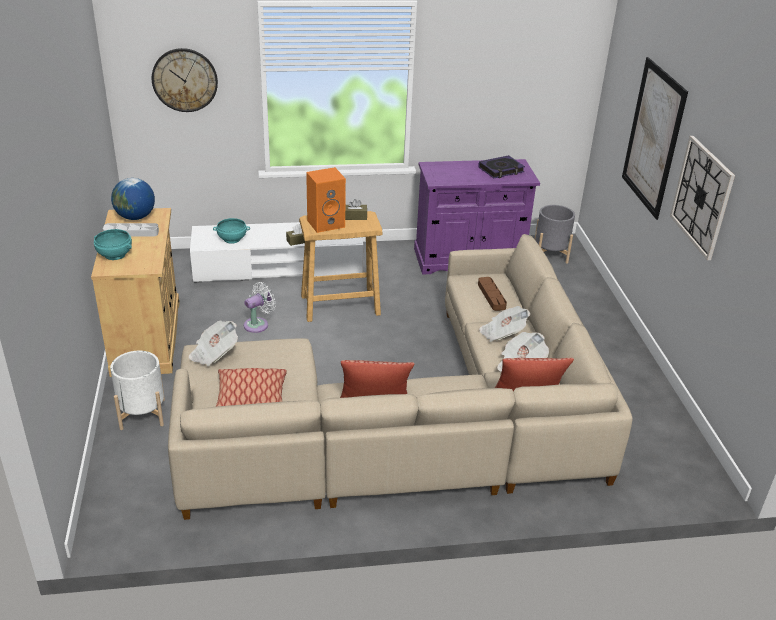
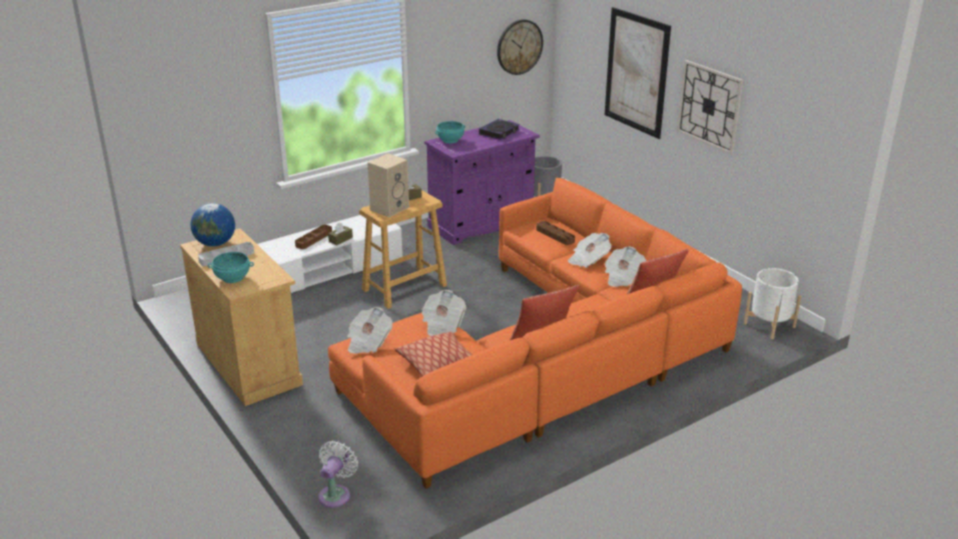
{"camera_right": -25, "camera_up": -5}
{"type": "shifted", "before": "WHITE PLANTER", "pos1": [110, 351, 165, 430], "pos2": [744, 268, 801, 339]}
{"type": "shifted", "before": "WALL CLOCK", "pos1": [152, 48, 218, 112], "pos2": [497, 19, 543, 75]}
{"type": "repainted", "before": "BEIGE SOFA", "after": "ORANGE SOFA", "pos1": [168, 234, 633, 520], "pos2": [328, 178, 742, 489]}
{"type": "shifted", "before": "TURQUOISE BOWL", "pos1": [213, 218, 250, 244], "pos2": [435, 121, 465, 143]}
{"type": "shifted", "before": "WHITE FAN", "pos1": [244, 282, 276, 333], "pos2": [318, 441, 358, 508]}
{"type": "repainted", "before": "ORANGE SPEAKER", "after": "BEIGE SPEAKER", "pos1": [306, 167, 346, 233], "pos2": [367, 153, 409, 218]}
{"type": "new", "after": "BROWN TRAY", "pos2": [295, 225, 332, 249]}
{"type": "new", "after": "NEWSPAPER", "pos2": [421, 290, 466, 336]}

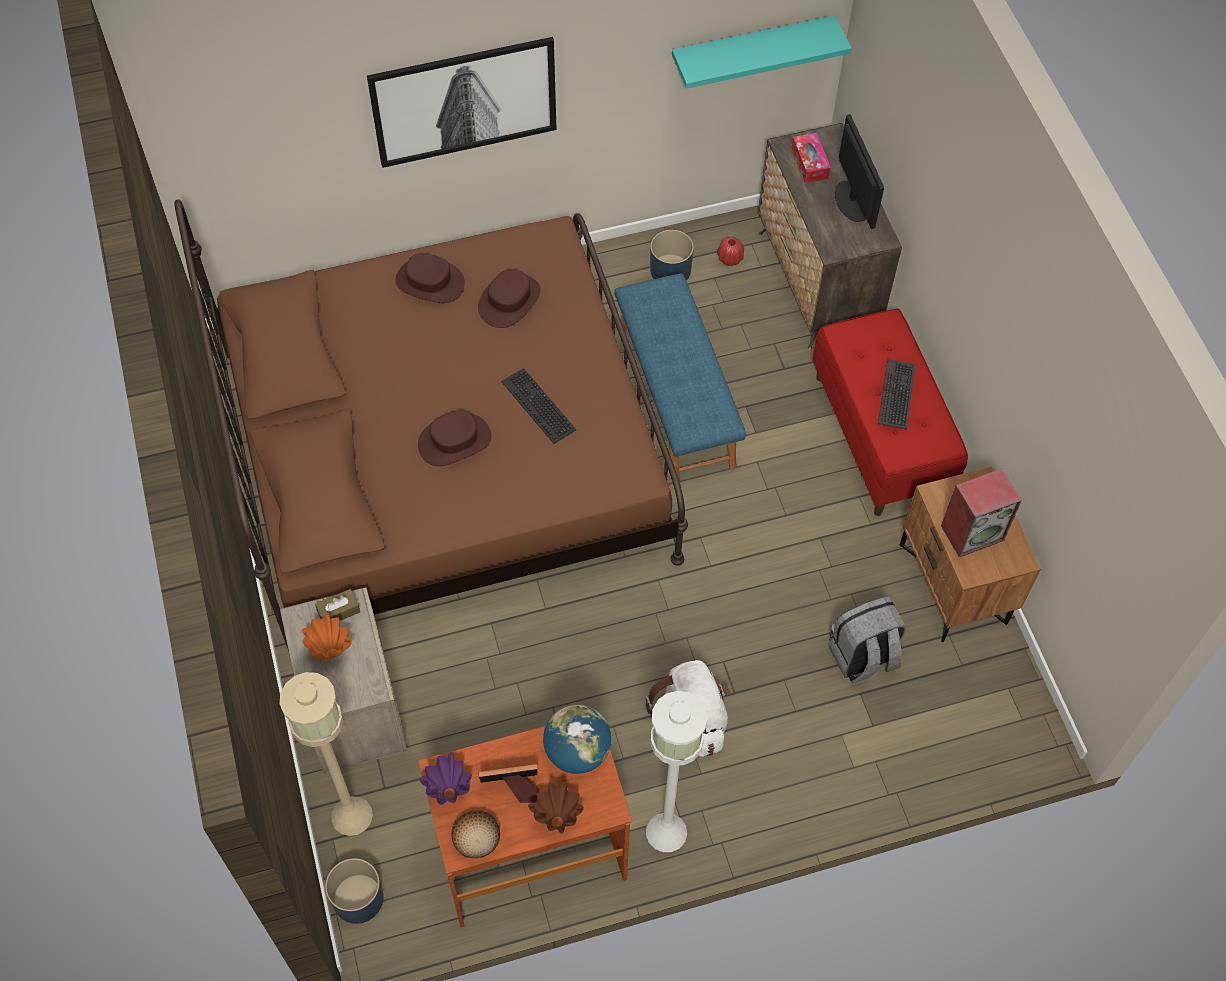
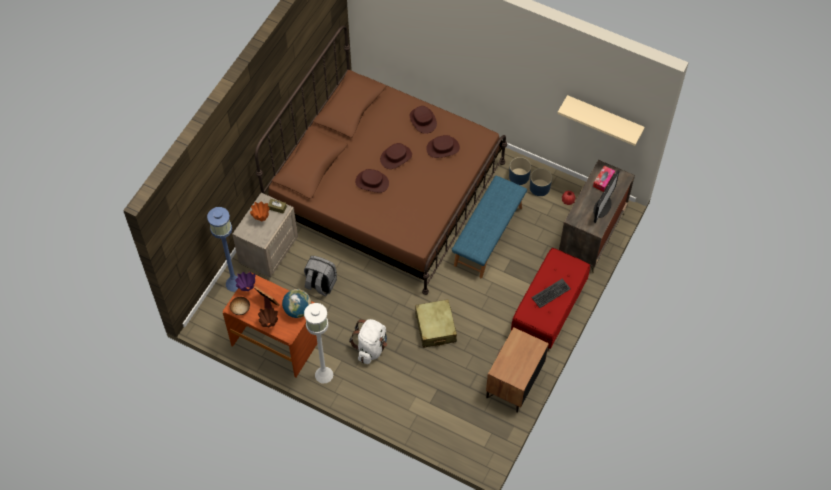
{"camera_right": 45, "camera_up": 0}
{"type": "repainted", "before": "BEIGE FLOOR LAMP", "after": "BLUE FLOOR LAMP", "pos1": [280, 672, 373, 836], "pos2": [207, 207, 238, 292]}
{"type": "shifted", "before": "BLUE PLANTER", "pos1": [325, 858, 384, 924], "pos2": [509, 157, 531, 185]}
{"type": "gone", "before": "PICTURE", "pos1": [367, 37, 557, 168]}
{"type": "gone", "before": "KEYBOARD", "pos1": [501, 368, 576, 444]}
{"type": "repainted", "before": "TURQUOISE SHELF", "after": "BEIGE SHELF", "pos1": [672, 15, 852, 89], "pos2": [557, 95, 645, 146]}
{"type": "shifted", "before": "GREY BACKPACK", "pos1": [828, 597, 907, 683], "pos2": [304, 256, 337, 296]}
{"type": "gone", "before": "SPEAKER", "pos1": [941, 468, 1022, 558]}
{"type": "new", "after": "BROWN HAT", "pos2": [380, 143, 412, 169]}
{"type": "new", "after": "BEIGE SUITCASE", "pos2": [415, 299, 457, 348]}

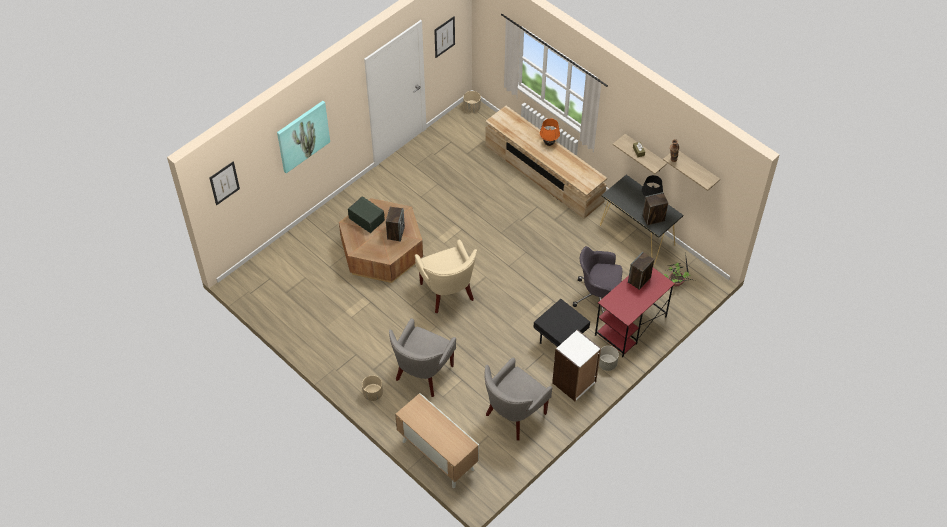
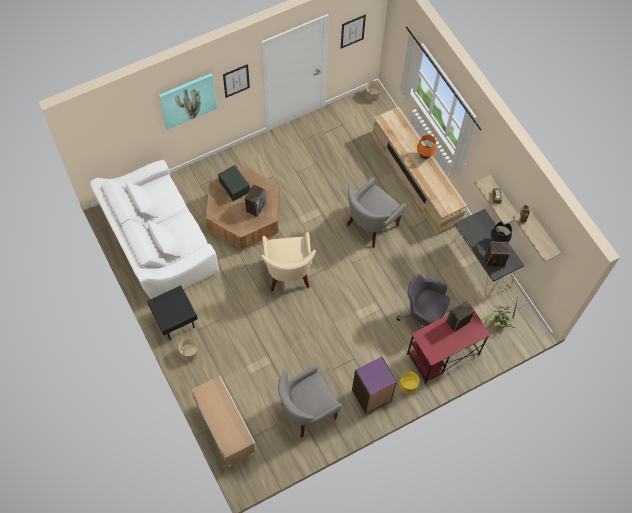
{"camera_right": 15, "camera_up": 10}
{"type": "shifted", "before": "PICTURE", "pos1": [209, 161, 240, 205], "pos2": [223, 64, 250, 98]}
{"type": "shifted", "before": "GREY ARMCHAIR", "pos1": [389, 318, 456, 397], "pos2": [347, 177, 406, 248]}
{"type": "shifted", "before": "BLACK SIDE TABLE", "pos1": [534, 299, 590, 347], "pos2": [147, 285, 198, 340]}
{"type": "repainted", "before": "WHITE BOOKCASE", "after": "PURPLE BOOKCASE", "pos1": [552, 329, 601, 401], "pos2": [352, 357, 397, 415]}
{"type": "repainted", "before": "GREY PLANTER", "after": "YELLOW PLANTER", "pos1": [599, 346, 619, 371], "pos2": [399, 371, 420, 394]}
{"type": "new", "after": "WHITE SOFA", "pos2": [90, 160, 219, 299]}

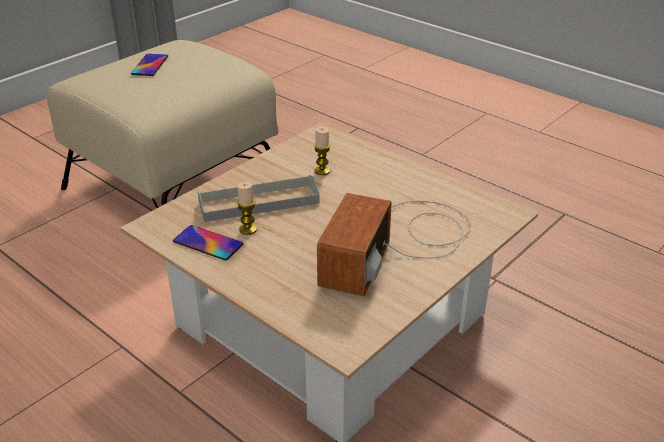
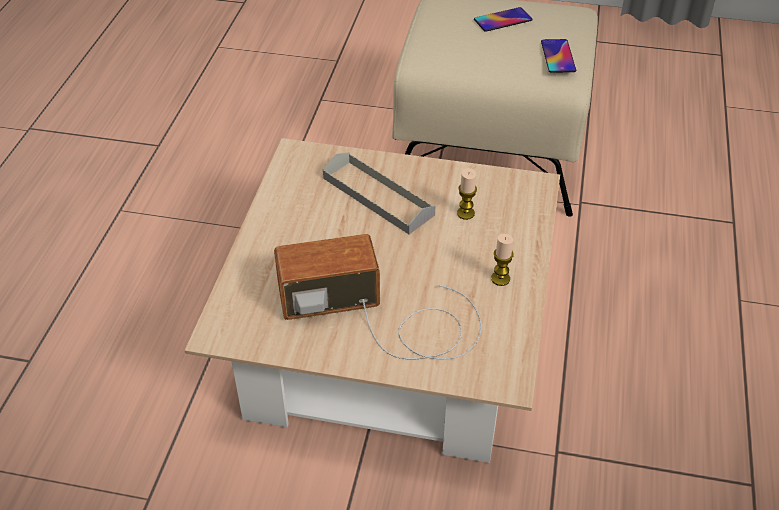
{"camera_right": 60, "camera_up": 10}
{"type": "shifted", "before": "PHONE", "pos1": [173, 225, 243, 260], "pos2": [541, 39, 576, 73]}
{"type": "shifted", "before": "CANDLE", "pos1": [237, 182, 257, 235], "pos2": [491, 234, 514, 286]}

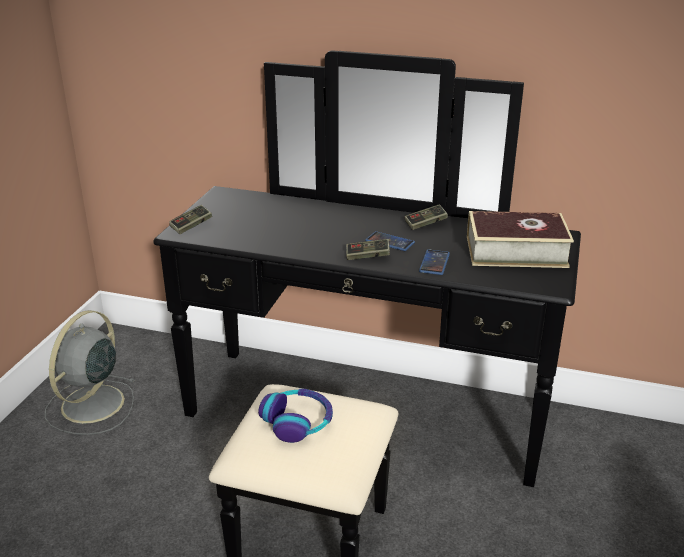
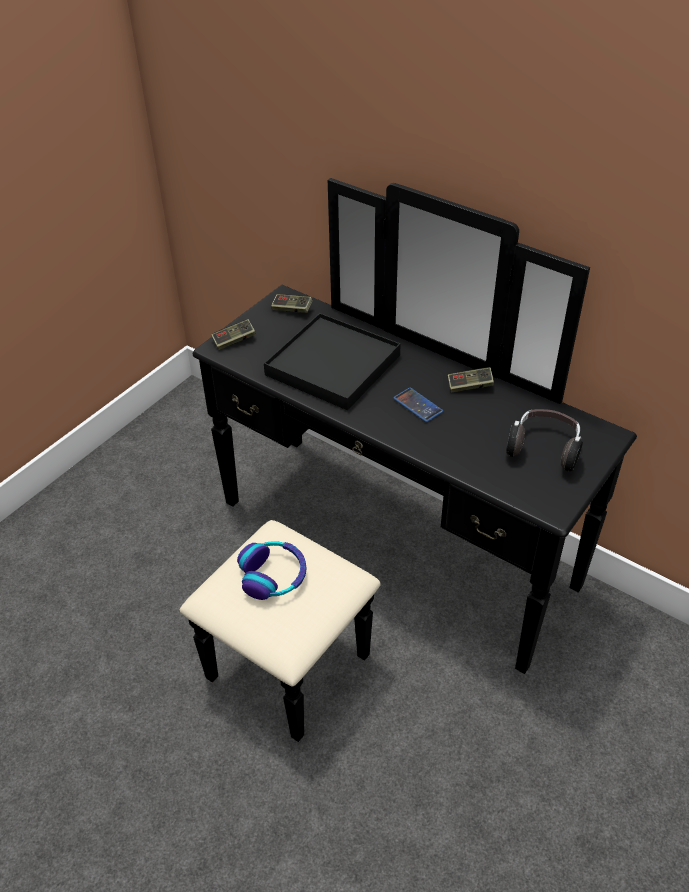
{"camera_right": 20, "camera_up": 15}
{"type": "gone", "before": "GREY FAN", "pos1": [45, 310, 135, 435]}
{"type": "shifted", "before": "GAME CONTROLLER", "pos1": [346, 239, 390, 260], "pos2": [271, 294, 313, 313]}
{"type": "gone", "before": "PHONE", "pos1": [419, 249, 450, 275]}
{"type": "swapped", "before": "BOOK", "after": "HEADPHONES", "pos1": [467, 211, 574, 268], "pos2": [506, 409, 583, 471]}
{"type": "new", "after": "BLACK TRAY", "pos2": [264, 313, 401, 410]}

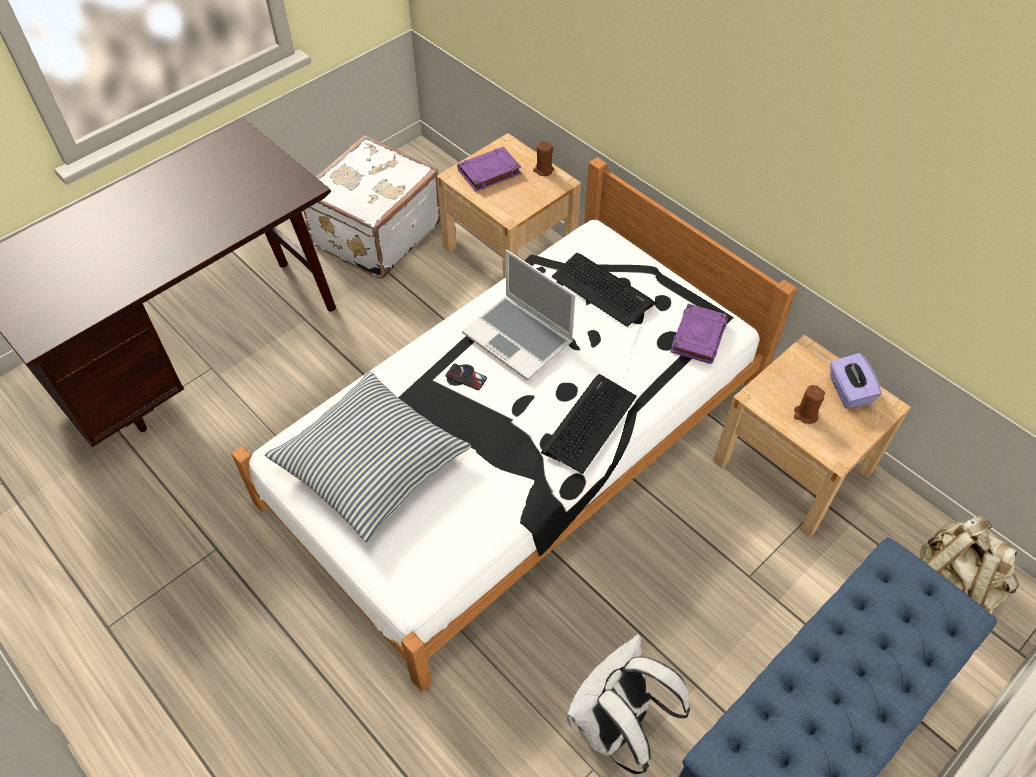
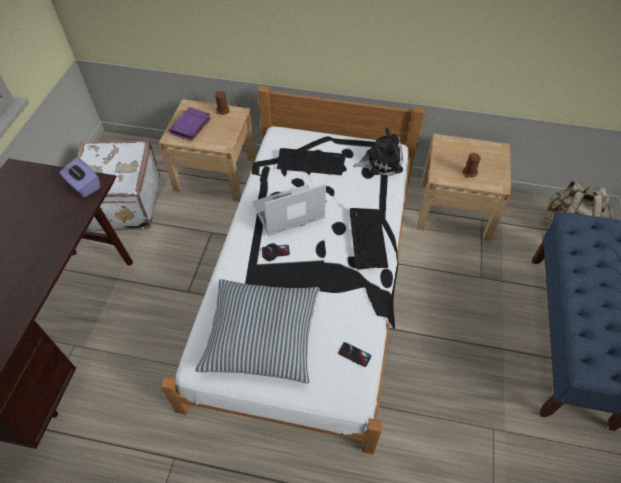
{"camera_right": -35, "camera_up": 0}
{"type": "rotated", "before": "LAPTOP", "pos1": [462, 250, 576, 381], "pos2": [252, 184, 326, 236], "turn": 150}
{"type": "gone", "before": "WHITE BACKPACK", "pos1": [567, 634, 690, 774]}
{"type": "swapped", "before": "PURPLE BOOK", "after": "PLUSH TOY", "pos1": [670, 304, 728, 364], "pos2": [353, 128, 403, 176]}
{"type": "shifted", "before": "PURPLE TISSUE BOX", "pos1": [830, 353, 881, 408], "pos2": [59, 157, 100, 198]}
{"type": "new", "after": "PHONE", "pos2": [338, 342, 371, 367]}

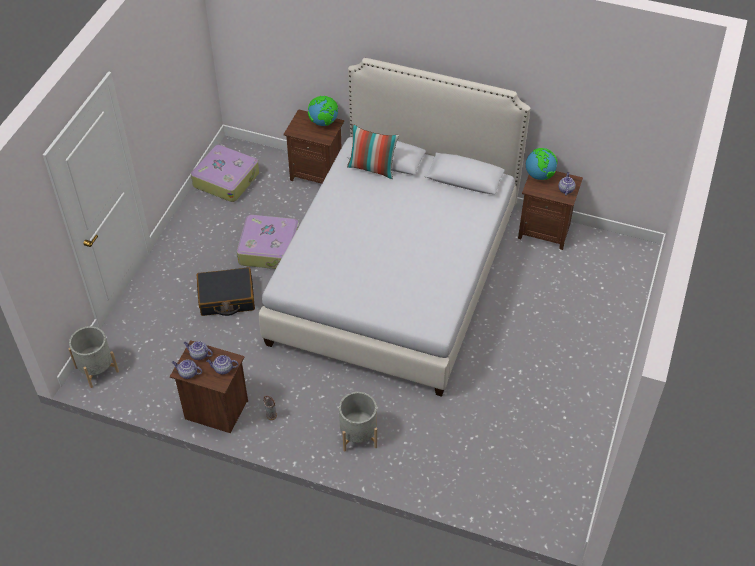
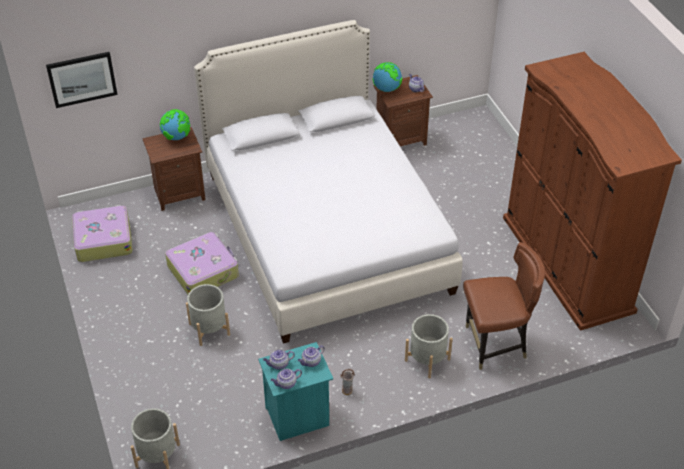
{"camera_right": -40, "camera_up": -5}
{"type": "repainted", "before": "BROWN NIGHTSTAND", "after": "TURQUOISE NIGHTSTAND", "pos1": [170, 340, 248, 433], "pos2": [258, 342, 333, 441]}
{"type": "swapped", "before": "BLACK SUITCASE", "after": "GREY PLANTER", "pos1": [197, 267, 255, 316], "pos2": [186, 284, 230, 346]}
{"type": "gone", "before": "PILLOW", "pos1": [347, 124, 399, 179]}
{"type": "new", "after": "PICTURE", "pos2": [46, 52, 118, 108]}
{"type": "new", "after": "BROWN CHAIR", "pos2": [463, 242, 545, 370]}
{"type": "new", "after": "BROWN WARDROBE", "pos2": [503, 52, 682, 331]}

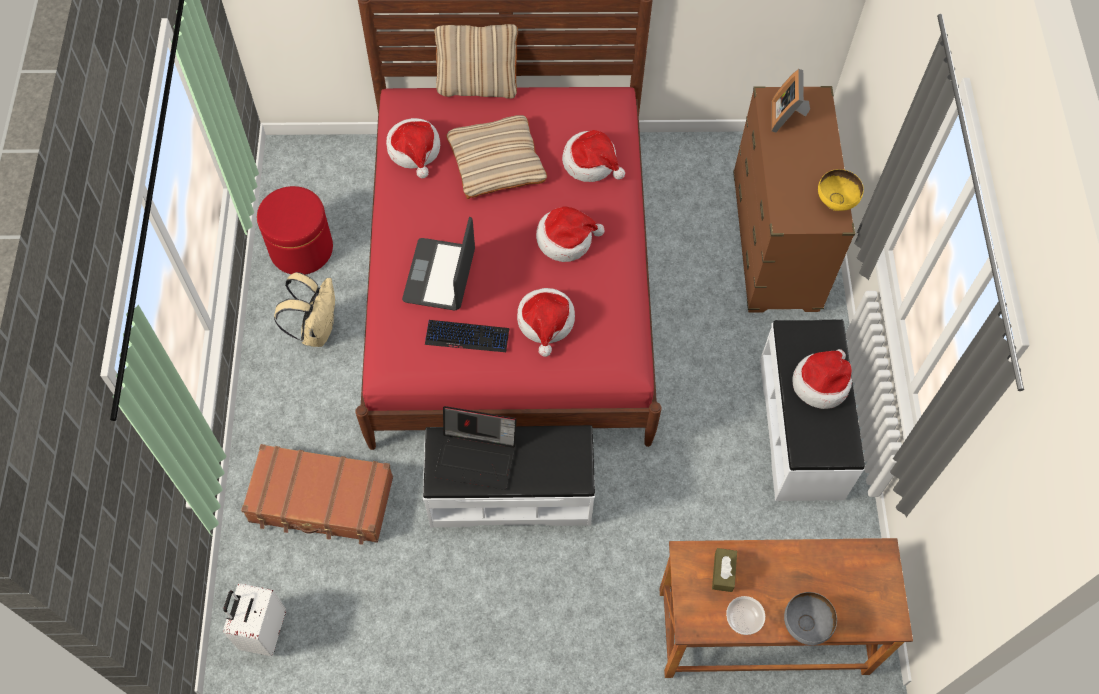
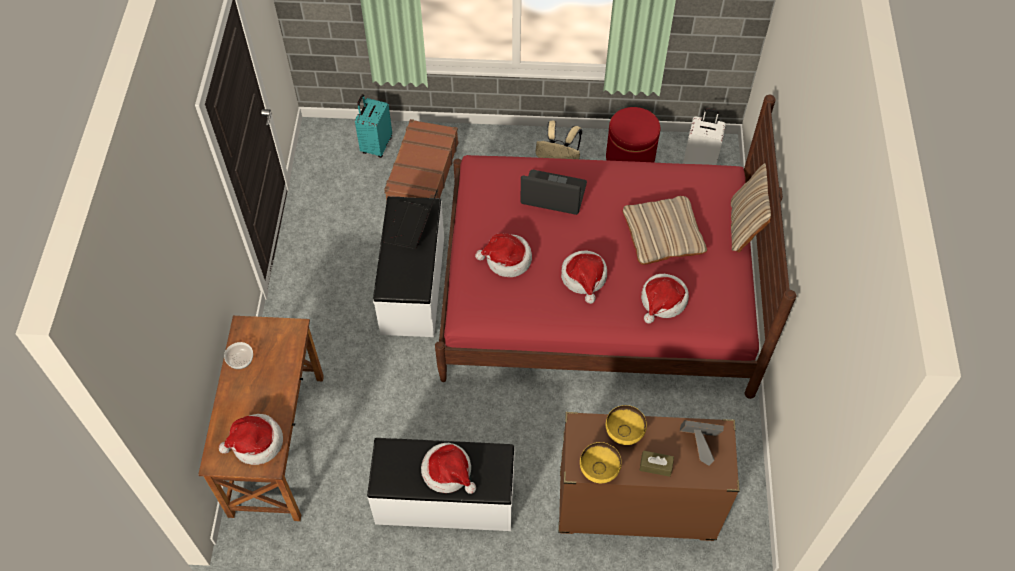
{"camera_right": 95, "camera_up": -5}
{"type": "shifted", "before": "WHITE SUITCASE", "pos1": [223, 583, 286, 656], "pos2": [683, 108, 726, 165]}
{"type": "shifted", "before": "HAT", "pos1": [386, 118, 440, 178], "pos2": [219, 414, 283, 465]}
{"type": "gone", "before": "KEYBOARD", "pos1": [425, 320, 510, 352]}
{"type": "shifted", "before": "BROWN TISSUE BOX", "pos1": [712, 548, 737, 592], "pos2": [640, 451, 674, 477]}
{"type": "gone", "before": "GREY BOWL", "pos1": [784, 592, 837, 645]}
{"type": "new", "after": "TURQUOISE SUITCASE", "pos2": [355, 94, 392, 158]}
{"type": "new", "after": "YELLOW BOWL", "pos2": [606, 405, 647, 445]}

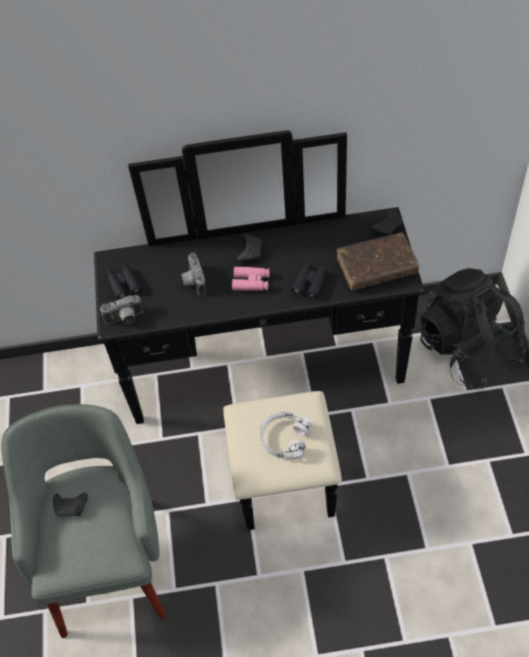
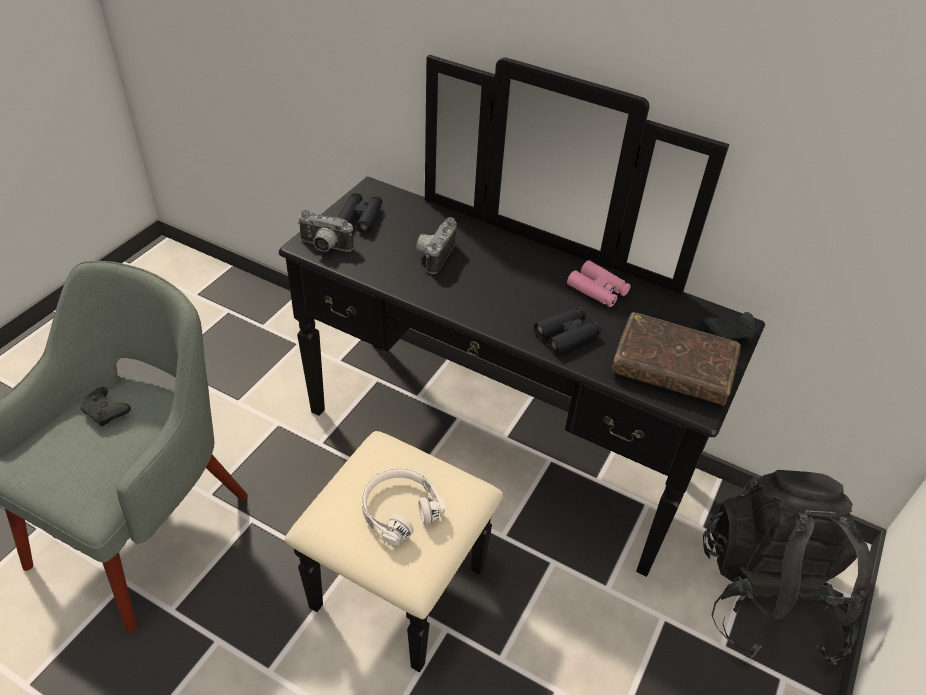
{"camera_right": 30, "camera_up": -10}
{"type": "shifted", "before": "PINK BINOCULARS", "pos1": [232, 267, 270, 291], "pos2": [567, 260, 630, 307]}
{"type": "gone", "before": "BLACK GAME CONTROLLER", "pos1": [237, 234, 263, 262]}

